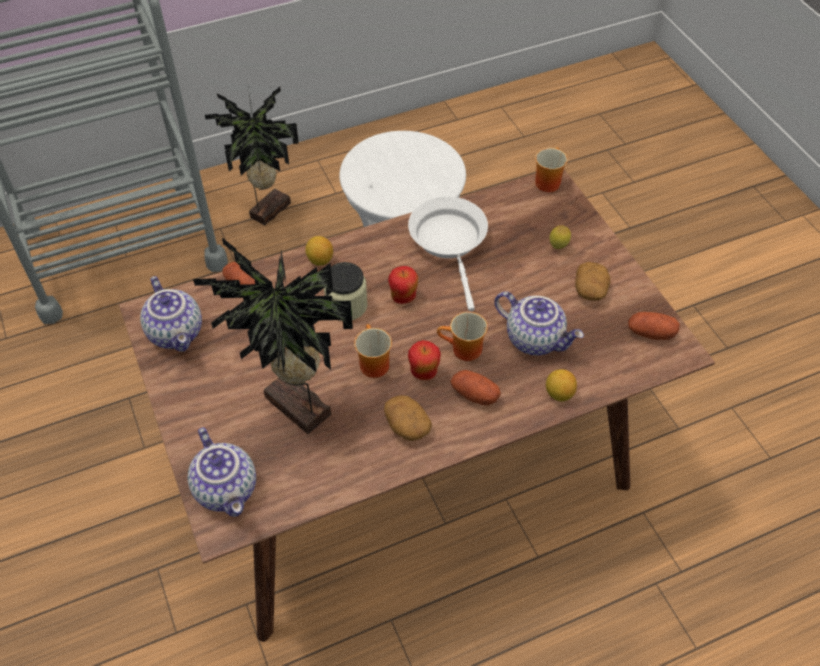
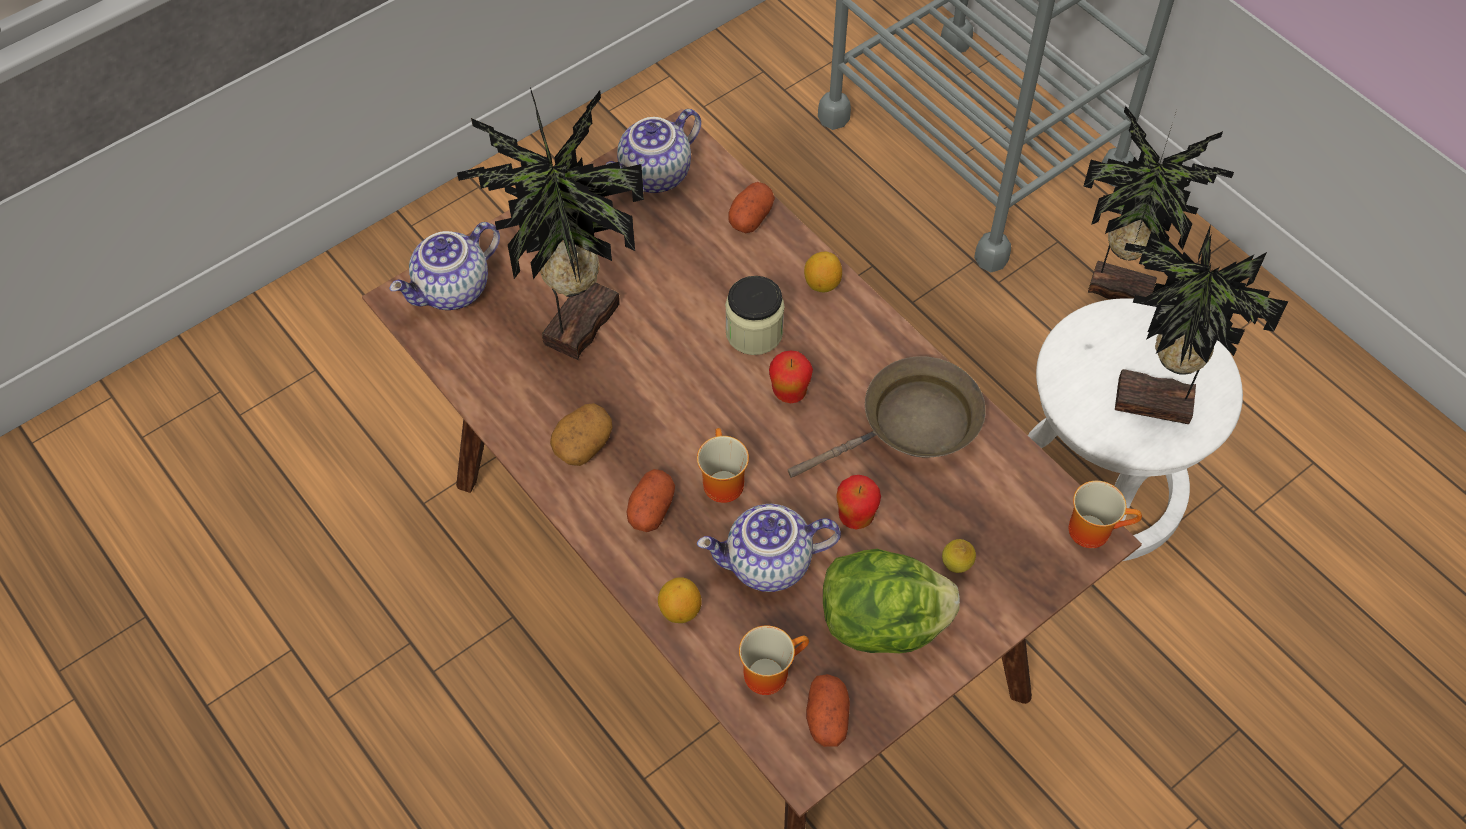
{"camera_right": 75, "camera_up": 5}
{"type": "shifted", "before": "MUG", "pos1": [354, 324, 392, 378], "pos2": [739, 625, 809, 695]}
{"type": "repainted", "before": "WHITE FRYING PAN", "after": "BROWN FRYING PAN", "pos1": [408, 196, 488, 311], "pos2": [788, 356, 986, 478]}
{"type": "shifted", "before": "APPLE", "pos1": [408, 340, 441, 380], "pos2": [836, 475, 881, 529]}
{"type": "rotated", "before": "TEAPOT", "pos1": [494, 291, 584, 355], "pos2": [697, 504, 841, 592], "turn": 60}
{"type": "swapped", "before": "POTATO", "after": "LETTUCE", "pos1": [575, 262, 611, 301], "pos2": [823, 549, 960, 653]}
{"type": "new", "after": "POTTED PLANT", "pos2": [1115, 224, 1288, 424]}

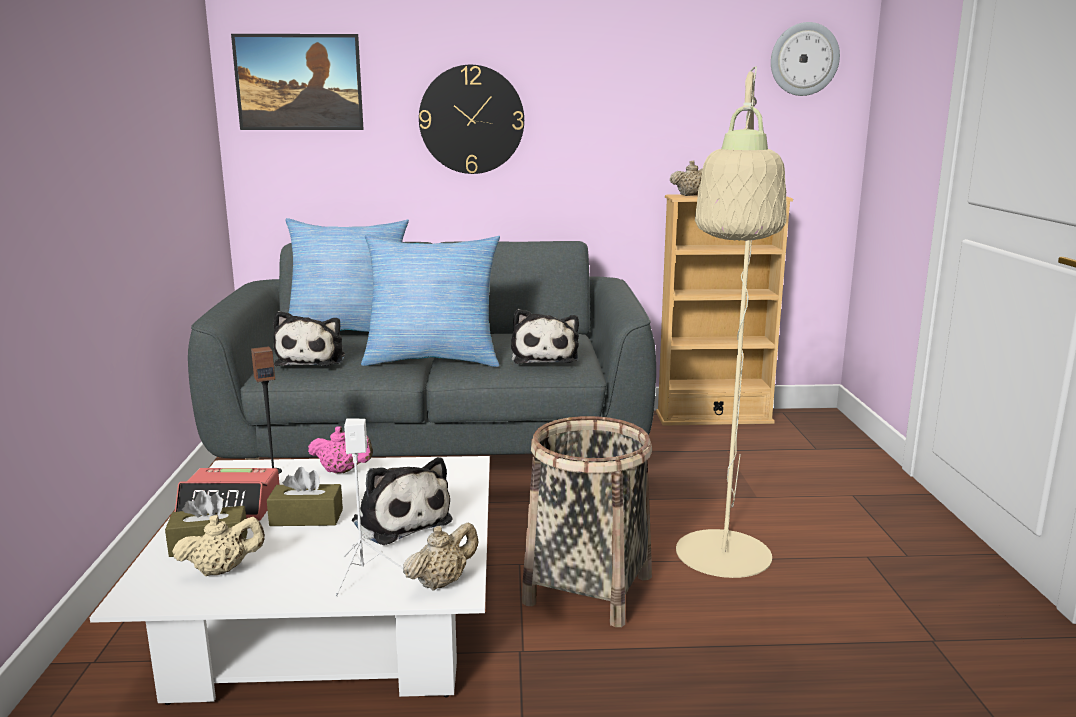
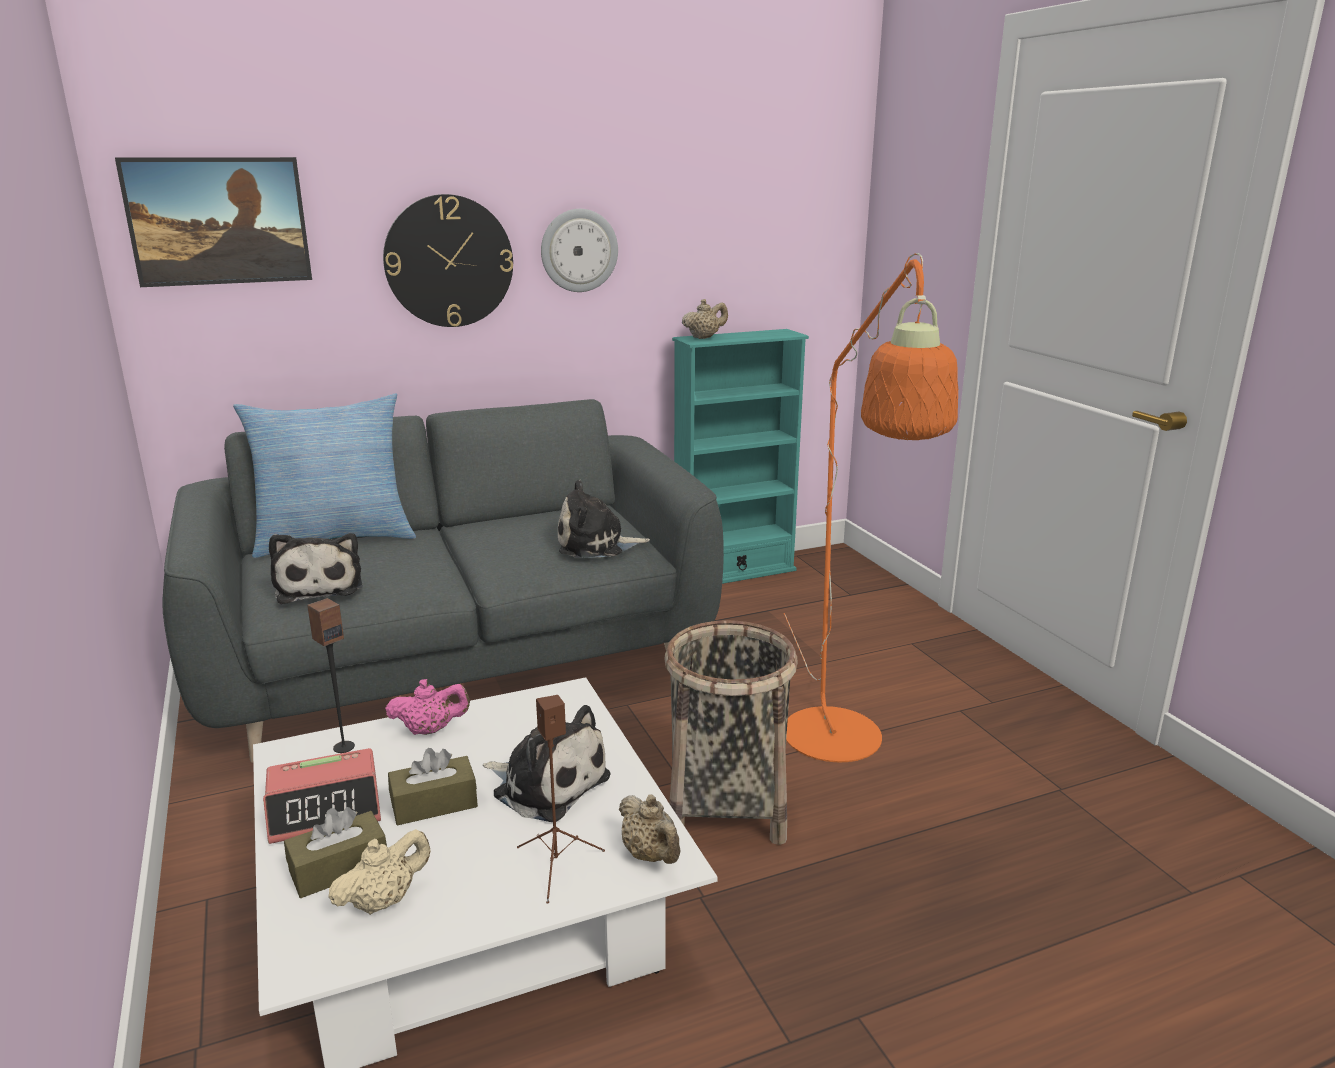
{"camera_right": -20, "camera_up": 5}
{"type": "repainted", "before": "WHITE SPEAKER", "after": "BROWN SPEAKER", "pos1": [335, 419, 403, 597], "pos2": [517, 695, 605, 904]}
{"type": "gone", "before": "PILLOW", "pos1": [361, 234, 500, 367]}
{"type": "rotated", "before": "BEIGE TEAPOT", "pos1": [403, 522, 479, 591], "pos2": [619, 794, 680, 864], "turn": 120}
{"type": "rotated", "before": "PLUSH TOY", "pos1": [511, 309, 579, 364], "pos2": [558, 480, 650, 558], "turn": 105}
{"type": "repainted", "before": "BEIGE BOOKCASE", "after": "TURQUOISE BOOKCASE", "pos1": [656, 194, 793, 426], "pos2": [672, 329, 809, 584]}
{"type": "repainted", "before": "BEIGE FLOOR LAMP", "after": "ORANGE FLOOR LAMP", "pos1": [676, 66, 787, 578], "pos2": [784, 253, 958, 762]}
{"type": "shifted", "before": "WALL CLOCK", "pos1": [771, 22, 840, 96], "pos2": [541, 209, 618, 292]}

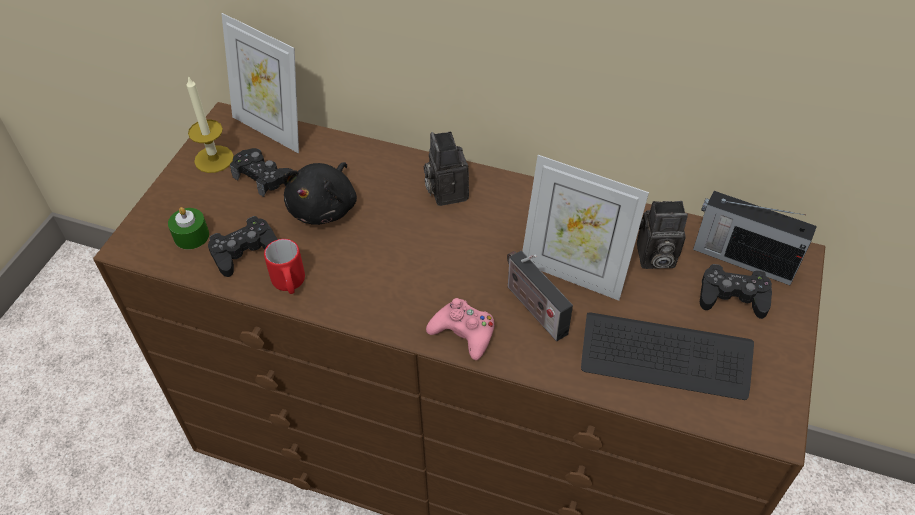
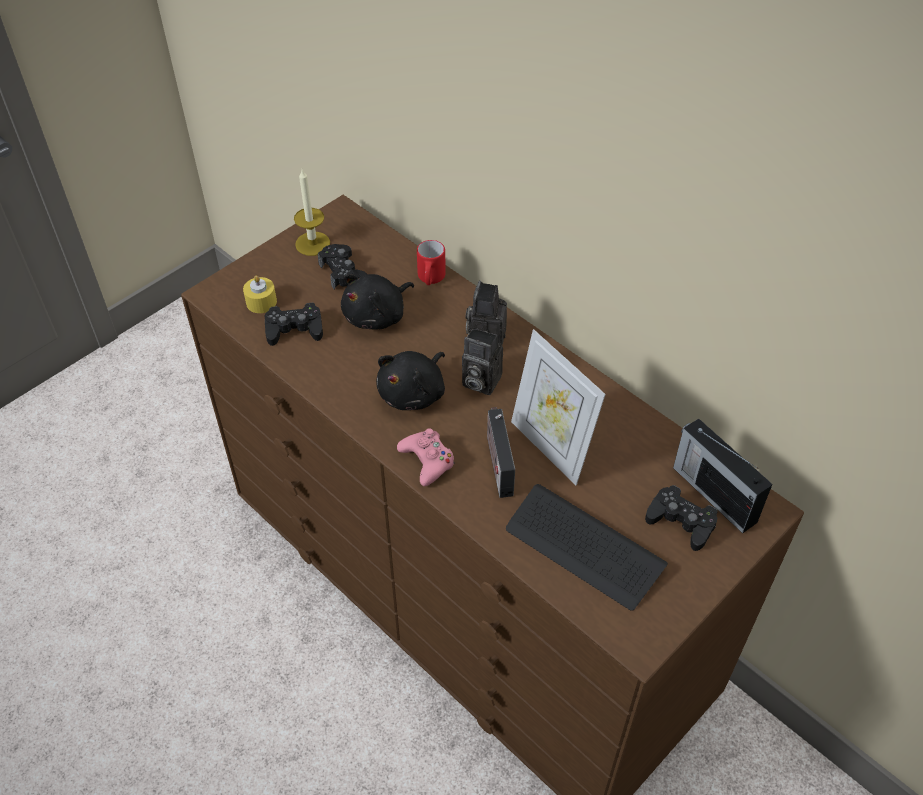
{"camera_right": 25, "camera_up": 0}
{"type": "repainted", "before": "GREEN CANDLE", "after": "YELLOW CANDLE", "pos1": [168, 207, 209, 249], "pos2": [243, 275, 277, 313]}
{"type": "gone", "before": "PICTURE FRAME", "pos1": [221, 13, 299, 153]}
{"type": "shifted", "before": "RED MUG", "pos1": [264, 239, 305, 294], "pos2": [417, 240, 446, 285]}
{"type": "shifted", "before": "PHOTO CAMERA", "pos1": [637, 201, 688, 269], "pos2": [462, 327, 503, 395]}
{"type": "new", "after": "BLACK PLUSH TOY", "pos2": [376, 351, 445, 410]}

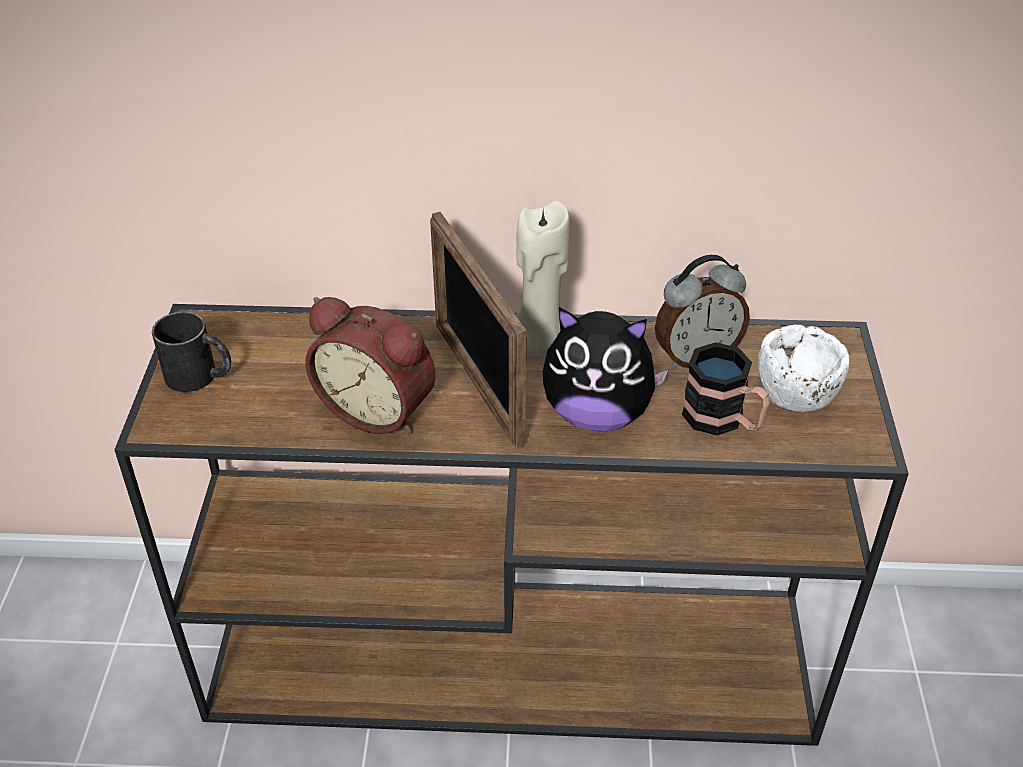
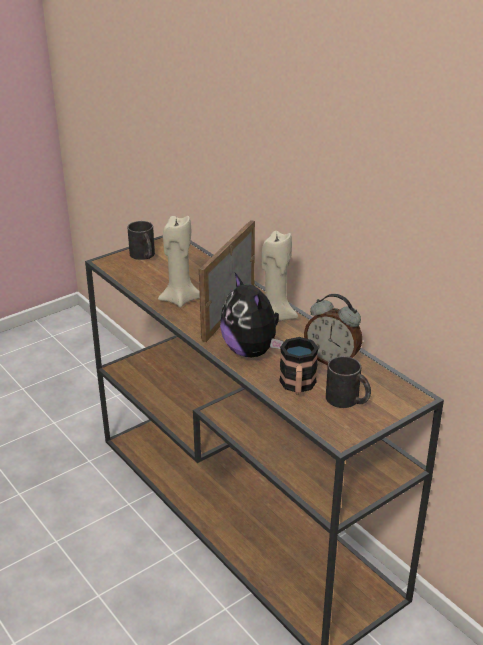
{"camera_right": 50, "camera_up": -10}
{"type": "swapped", "before": "ALARM CLOCK", "after": "BEIGE CANDLE", "pos1": [305, 297, 436, 434], "pos2": [158, 216, 200, 308]}
{"type": "swapped", "before": "WHITE BOWL", "after": "BLACK MUG", "pos1": [758, 324, 850, 412], "pos2": [326, 356, 371, 408]}

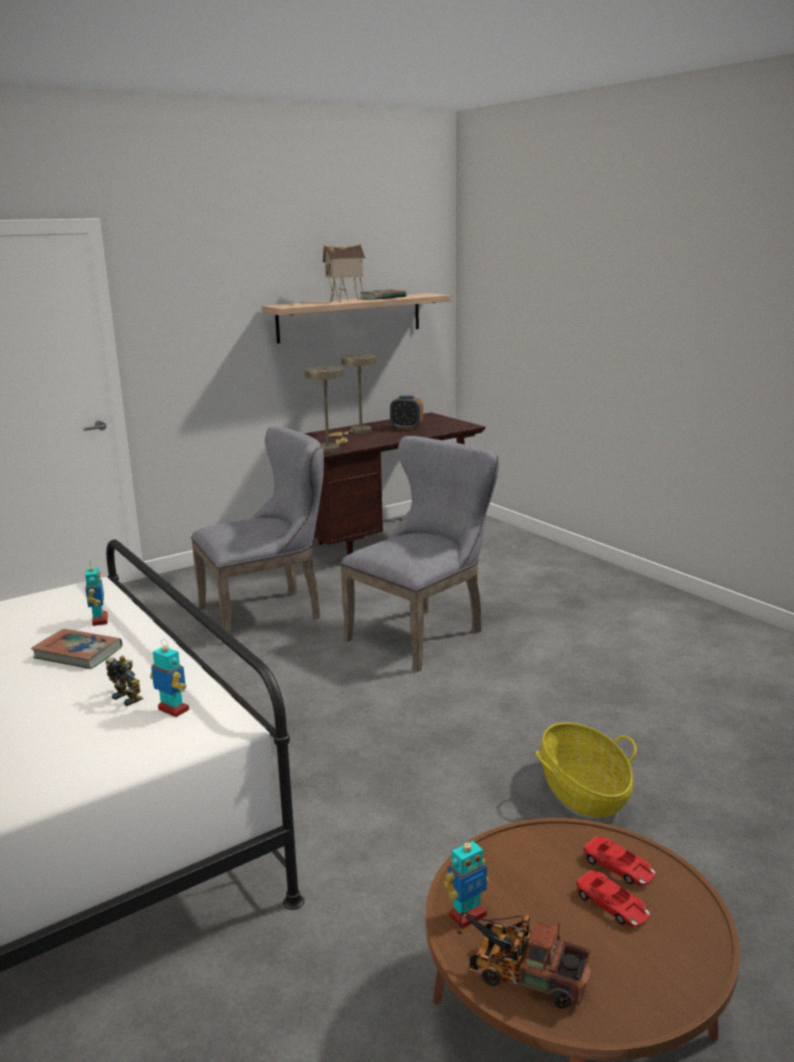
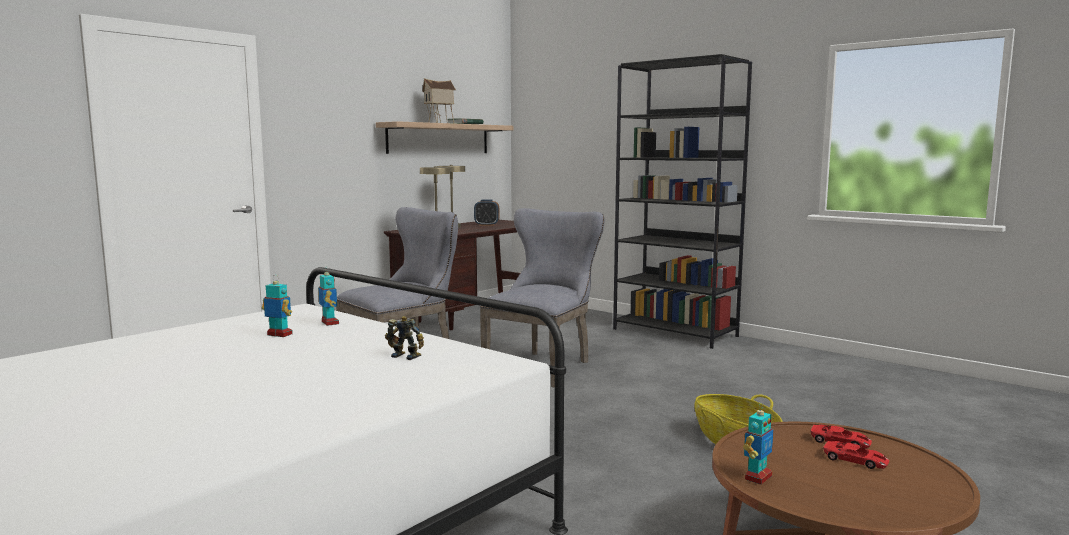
{"camera_right": -15, "camera_up": -10}
{"type": "gone", "before": "BOOK", "pos1": [31, 629, 122, 669]}
{"type": "shifted", "before": "TOY ROBOT", "pos1": [150, 639, 189, 717], "pos2": [262, 280, 293, 337]}
{"type": "gone", "before": "TOY TRUCK", "pos1": [457, 912, 591, 1009]}
{"type": "new", "after": "BLACK BOOKCASE", "pos2": [613, 54, 752, 349]}

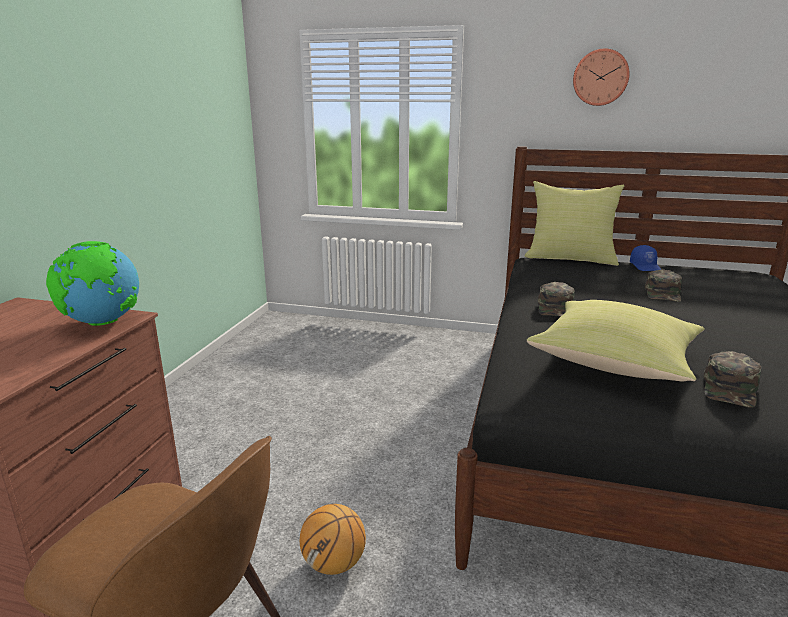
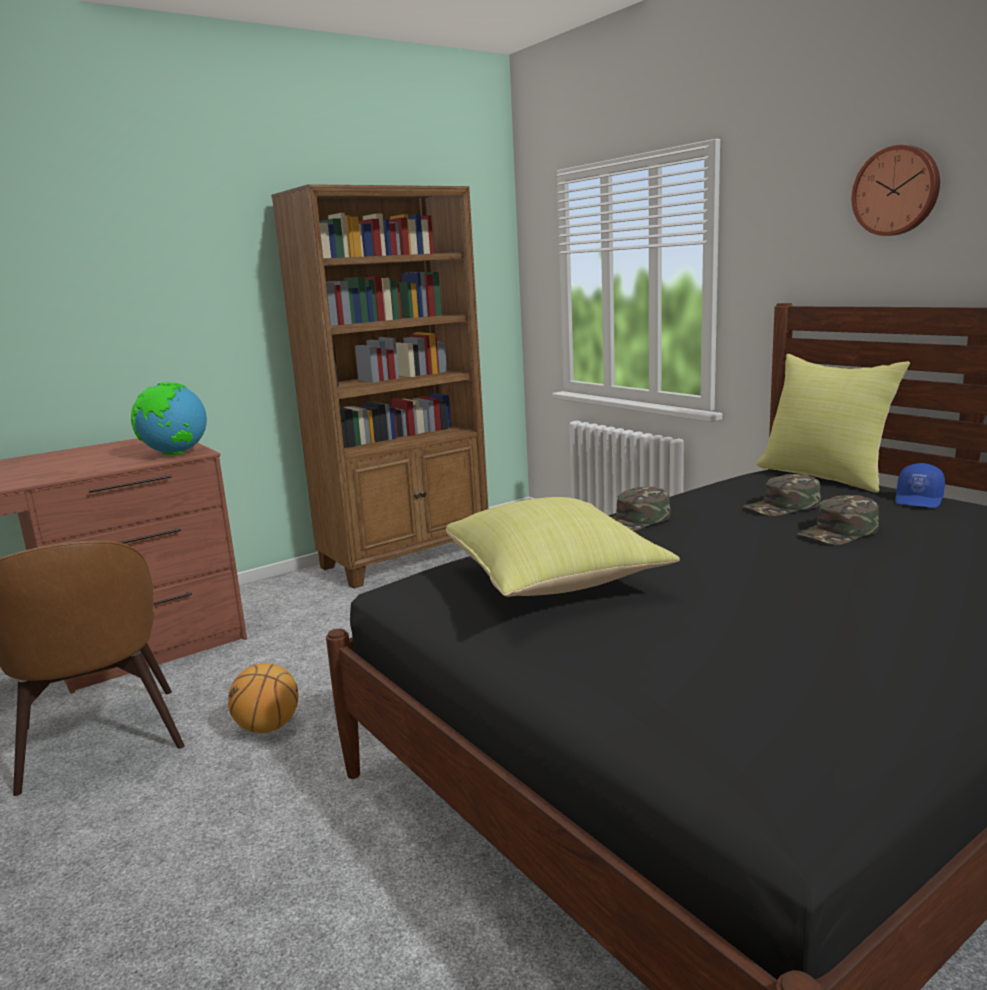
{"camera_right": 40, "camera_up": -5}
{"type": "shifted", "before": "GREEN CAP", "pos1": [704, 351, 761, 408], "pos2": [743, 474, 821, 516]}
{"type": "new", "after": "BROWN BOOKCASE", "pos2": [271, 184, 488, 589]}

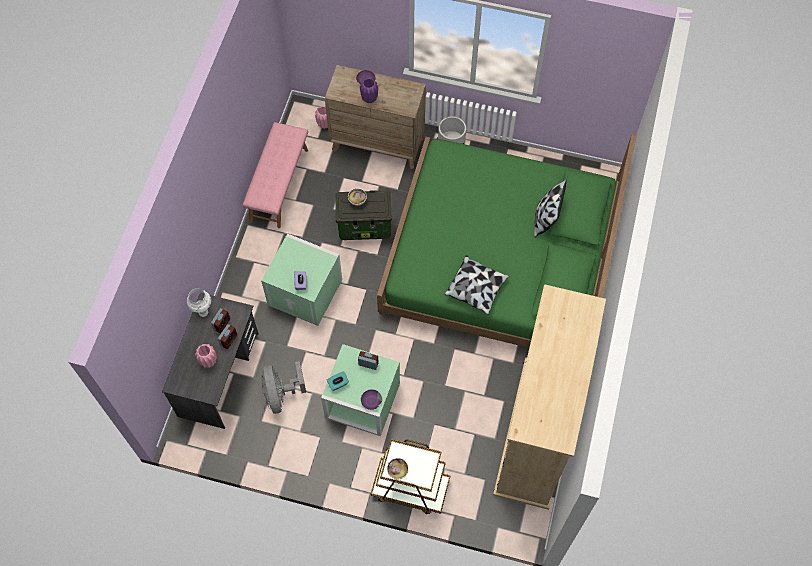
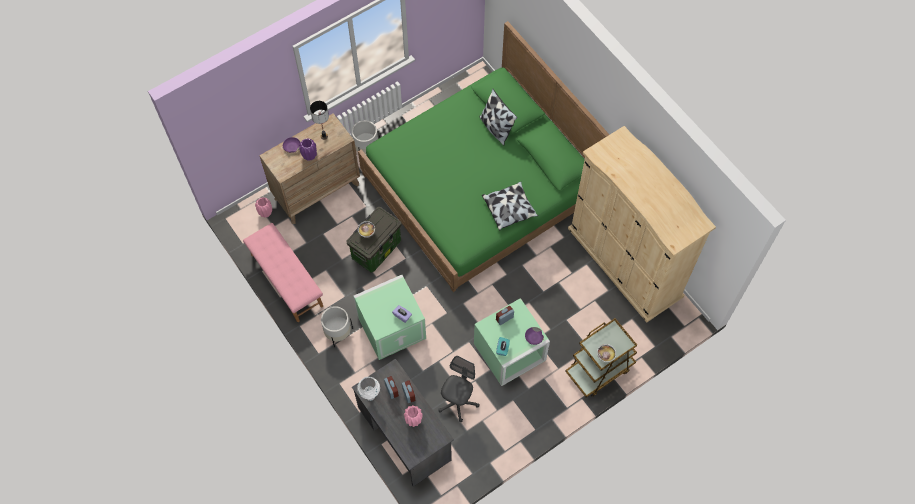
{"camera_right": -50, "camera_up": 0}
{"type": "swapped", "before": "GREY FAN", "after": "GREY OFFICE CHAIR", "pos1": [261, 361, 306, 414], "pos2": [438, 356, 480, 422]}
{"type": "new", "after": "TABLE LAMP", "pos2": [310, 101, 329, 140]}
{"type": "new", "after": "WHITE PLANTER", "pos2": [321, 306, 353, 347]}

